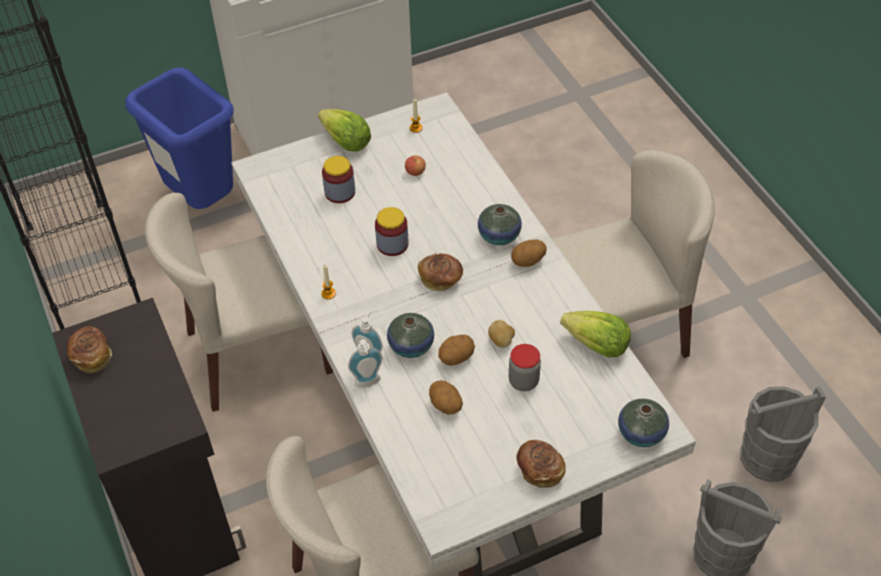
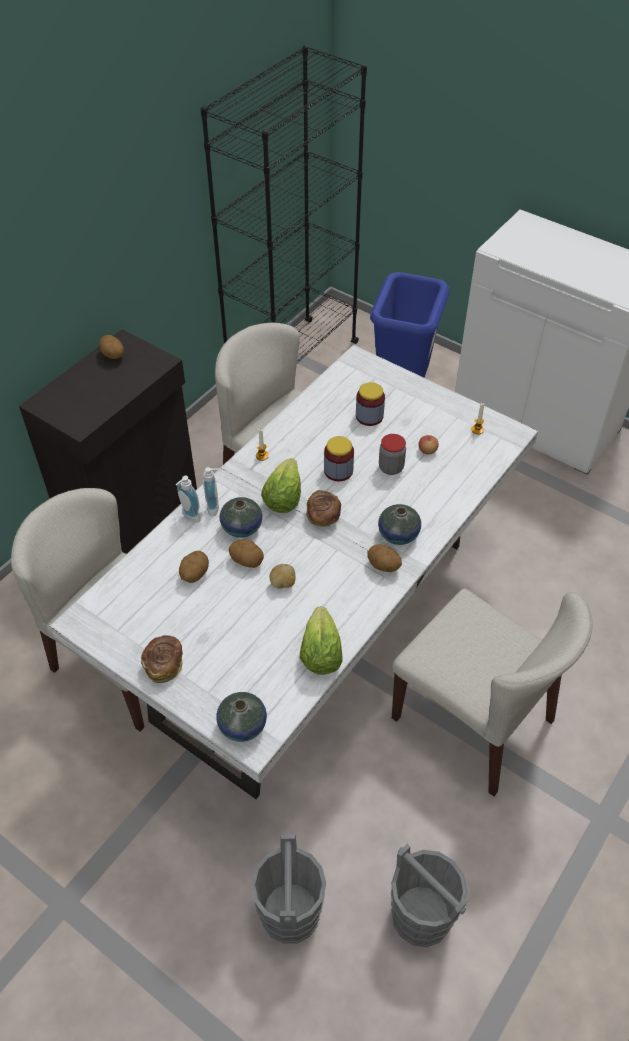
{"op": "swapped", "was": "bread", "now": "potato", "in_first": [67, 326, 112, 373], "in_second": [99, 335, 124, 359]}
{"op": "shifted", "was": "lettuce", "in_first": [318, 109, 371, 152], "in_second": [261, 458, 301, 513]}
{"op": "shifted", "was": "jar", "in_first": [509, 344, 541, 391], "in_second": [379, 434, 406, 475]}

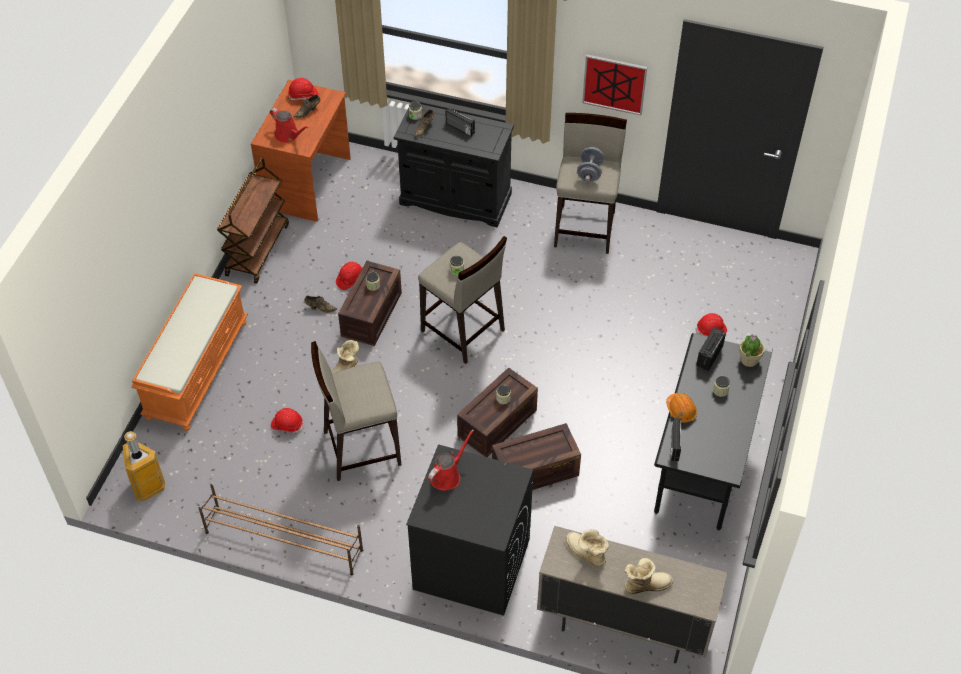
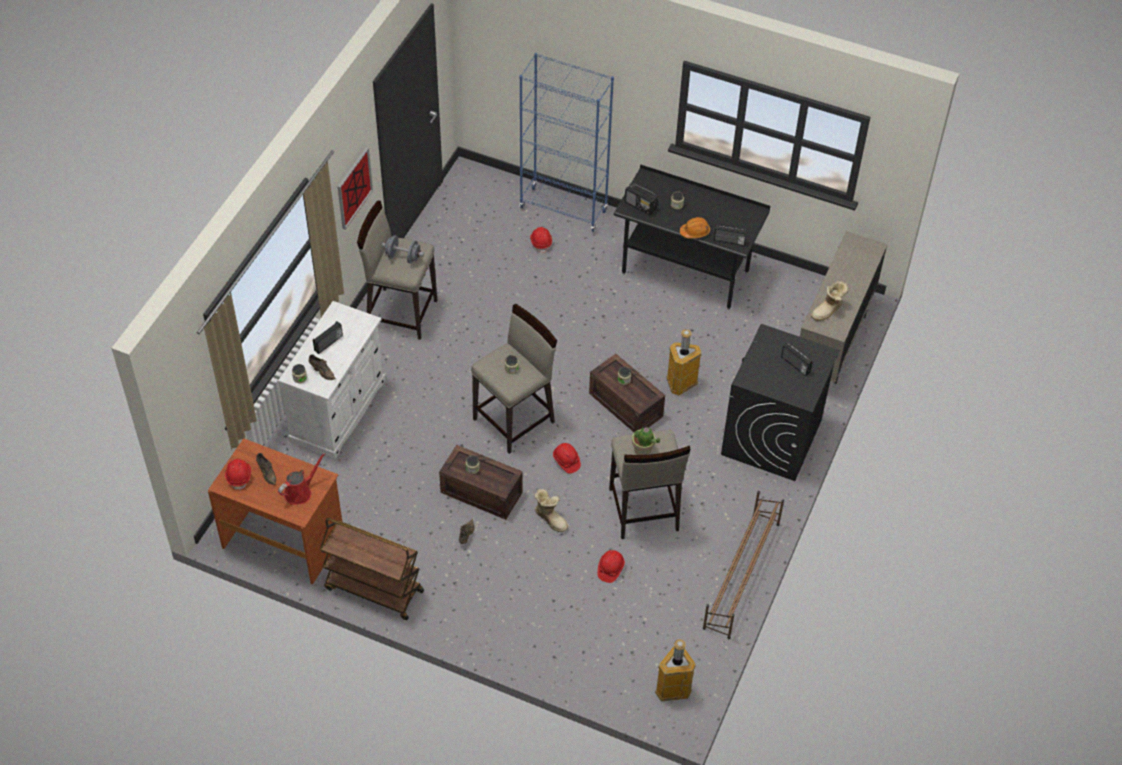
{"op": "repainted", "was": "cabinet/black", "now": "cabinet/white", "in_first": [394, 104, 514, 227], "in_second": [278, 301, 385, 459]}
{"op": "new", "now": "bookcase/blue", "in_second": [519, 53, 614, 232]}
{"op": "shifted", "was": "hard hat/red", "in_first": [336, 262, 362, 290], "in_second": [553, 443, 581, 474]}
{"op": "shifted", "was": "potted plant", "in_first": [739, 335, 765, 367], "in_second": [632, 427, 660, 455]}
{"op": "swapped", "was": "crate", "now": "trash can", "in_first": [492, 423, 581, 490], "in_second": [666, 329, 702, 395]}
{"op": "new", "now": "radio", "in_second": [781, 342, 813, 376]}
{"op": "gone", "was": "bench/orange", "in_first": [131, 273, 248, 431]}
{"op": "gone", "was": "watering can/red", "in_first": [428, 429, 474, 491]}
{"op": "gone", "was": "boot", "in_first": [624, 558, 673, 594]}

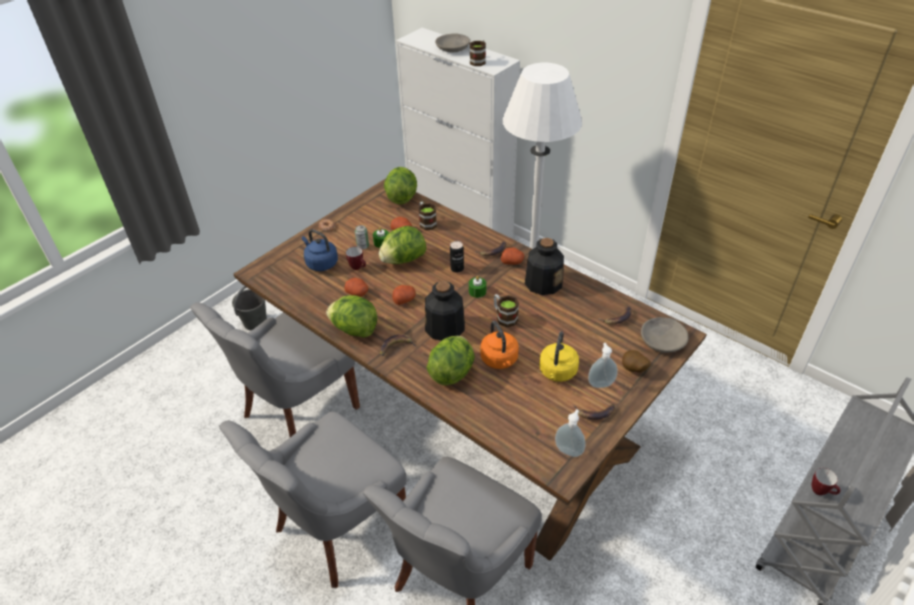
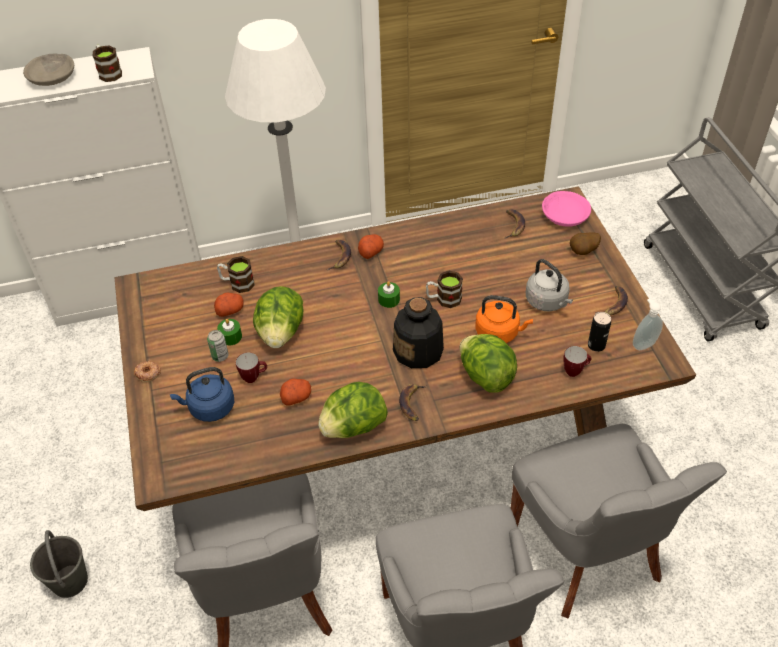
{"op": "repainted", "was": "kettle/yellow", "now": "kettle/grey", "in_first": [539, 331, 579, 382], "in_second": [526, 259, 573, 311]}
{"op": "repainted", "was": "bowl/grey", "now": "bowl/pink", "in_first": [641, 317, 688, 353], "in_second": [542, 191, 591, 227]}
{"op": "shifted", "was": "mug", "in_first": [812, 468, 840, 495], "in_second": [563, 346, 591, 377]}
{"op": "shifted", "was": "can", "in_first": [450, 241, 464, 273], "in_second": [588, 312, 611, 352]}
{"op": "gone", "was": "lettuce", "in_first": [384, 167, 417, 205]}
{"op": "gone", "was": "potato", "in_first": [392, 285, 416, 305]}
{"op": "gone", "was": "bottle", "in_first": [525, 238, 564, 295]}
{"op": "gone", "was": "soap dispenser", "in_first": [588, 343, 618, 388]}

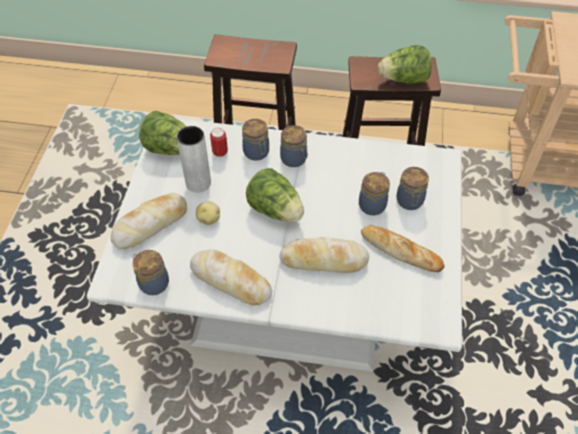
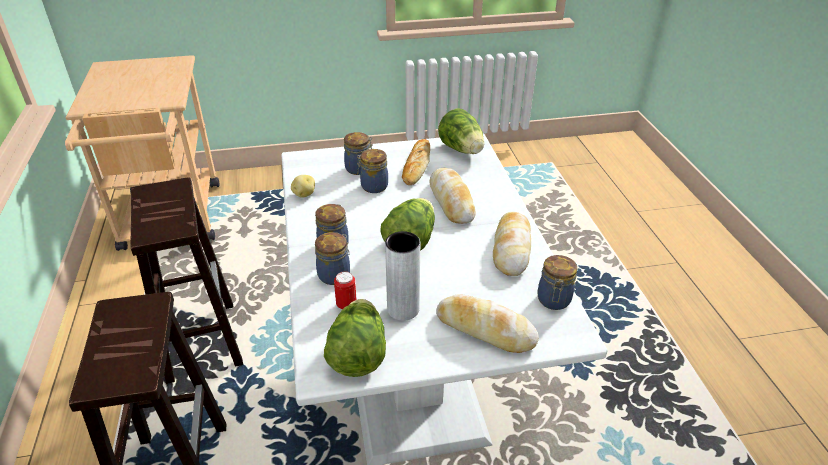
{"op": "shifted", "was": "potato", "in_first": [196, 201, 220, 225], "in_second": [291, 175, 315, 198]}
{"op": "shifted", "was": "lettuce", "in_first": [378, 45, 432, 84], "in_second": [438, 108, 484, 154]}

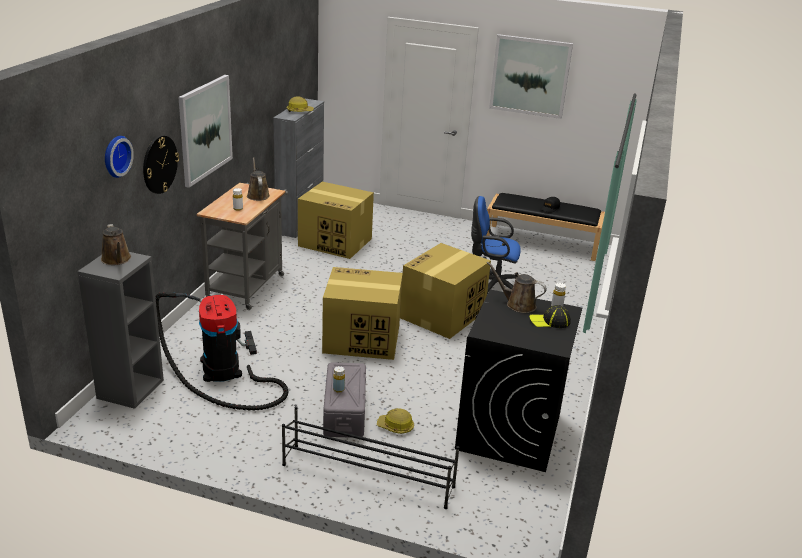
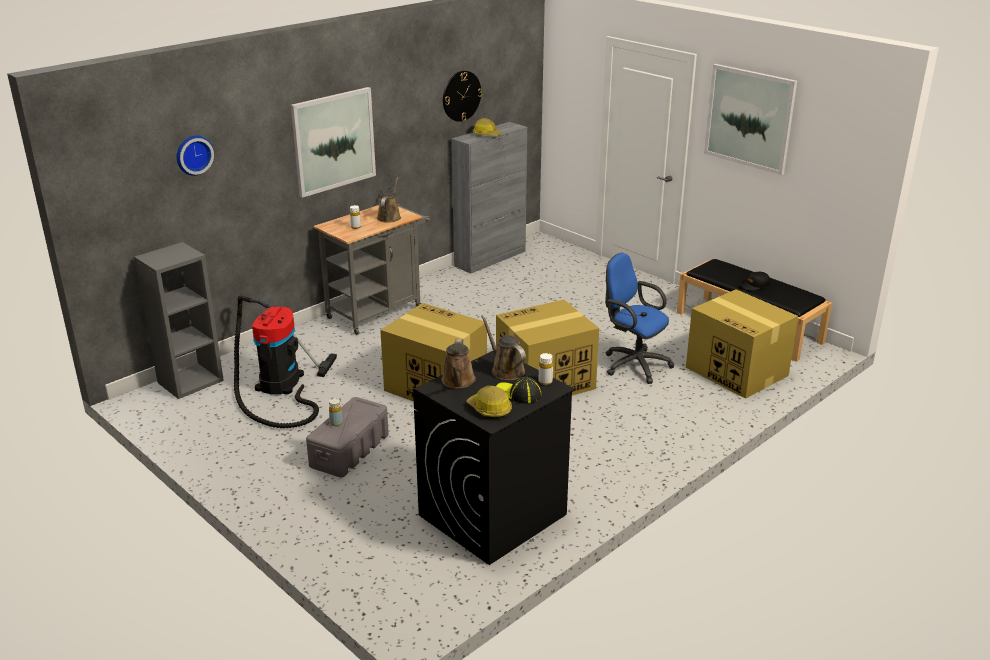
{"op": "shifted", "was": "watering can/brown", "in_first": [101, 224, 131, 265], "in_second": [441, 339, 476, 389]}
{"op": "shifted", "was": "wall clock", "in_first": [143, 135, 179, 194], "in_second": [443, 71, 482, 122]}
{"op": "shifted", "was": "hard hat", "in_first": [377, 408, 414, 434], "in_second": [467, 386, 512, 418]}
{"op": "shifted", "was": "cardboard box", "in_first": [298, 182, 374, 259], "in_second": [686, 289, 798, 399]}
{"op": "gone", "was": "shoe rack/black", "in_first": [282, 406, 459, 509]}

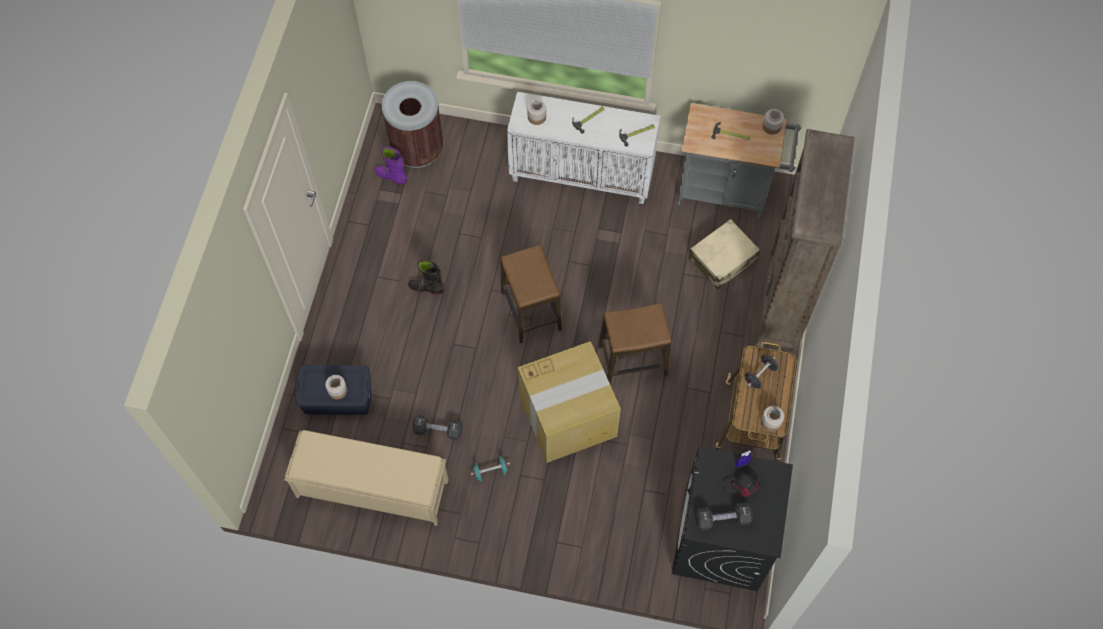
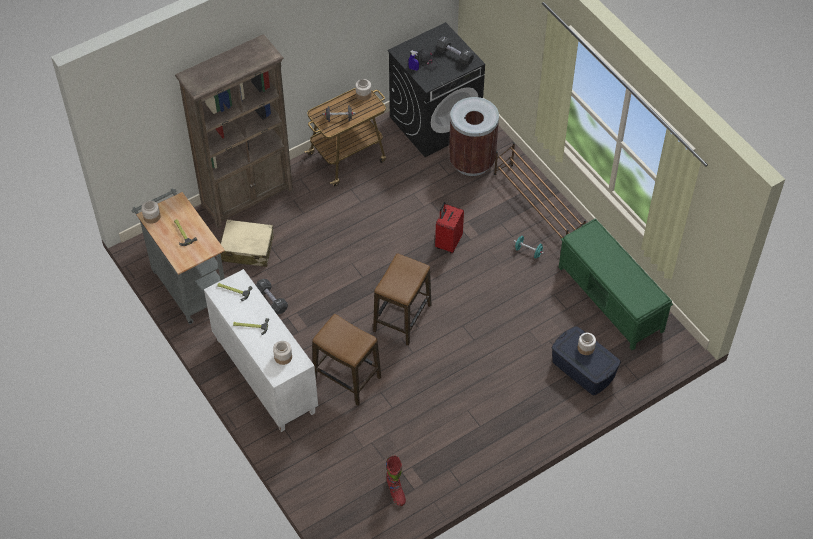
{"op": "shifted", "was": "dumbbell/black", "in_first": [413, 415, 462, 440], "in_second": [256, 279, 288, 314]}
{"op": "shifted", "was": "stool", "in_first": [598, 303, 672, 384], "in_second": [312, 314, 381, 405]}
{"op": "repainted", "was": "boot/purple", "now": "boot/red", "in_first": [375, 146, 407, 185], "in_second": [386, 456, 406, 506]}
{"op": "swapped", "was": "cardboard box", "now": "suitcase/red", "in_first": [518, 341, 621, 463], "in_second": [435, 202, 464, 254]}
{"op": "shifted", "was": "trash can/brown", "in_first": [382, 81, 443, 168], "in_second": [449, 97, 499, 176]}
{"op": "new", "now": "shoe rack/brown", "in_second": [494, 142, 586, 238]}
{"op": "repainted", "was": "bench/beige", "now": "bench/green", "in_first": [284, 430, 448, 526], "in_second": [559, 218, 673, 350]}
{"op": "gone", "was": "boot/black", "in_first": [408, 260, 445, 295]}

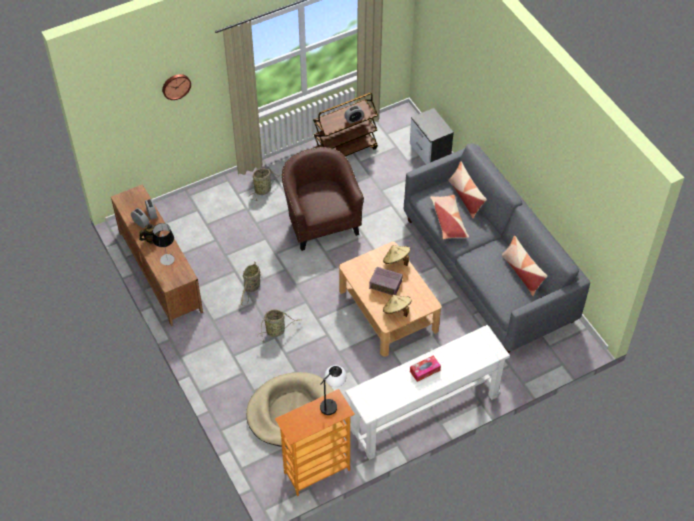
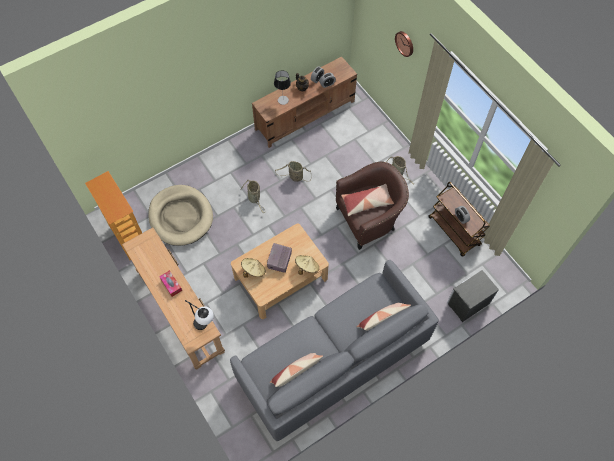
{"op": "repainted", "was": "console table/white", "now": "console table/brown", "in_first": [345, 325, 510, 460], "in_second": [122, 228, 225, 370]}
{"op": "shifted", "was": "table lamp", "in_first": [320, 365, 347, 415], "in_second": [185, 300, 214, 330]}
{"op": "shifted", "was": "pillow", "in_first": [430, 195, 469, 239], "in_second": [341, 184, 394, 216]}

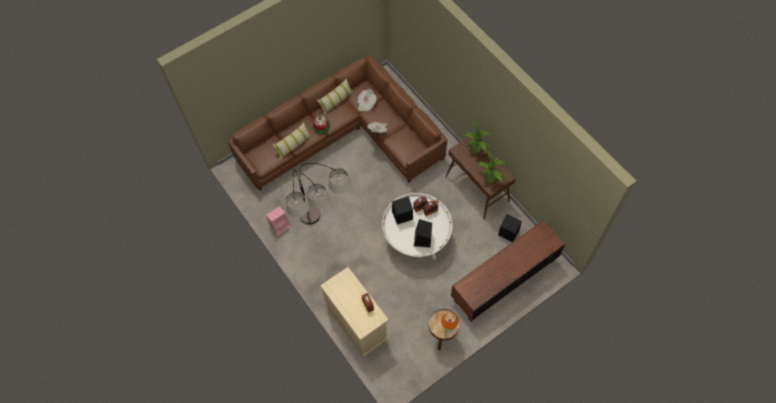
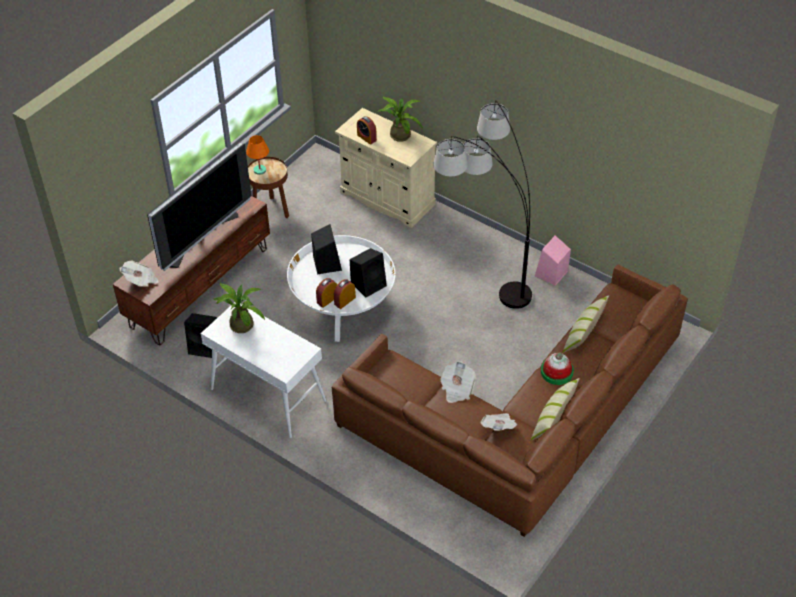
{"op": "new", "now": "newspaper", "in_second": [119, 261, 159, 287]}
{"op": "new", "now": "television", "in_second": [147, 141, 251, 271]}
{"op": "repainted", "was": "console table/brown", "now": "console table/white", "in_first": [446, 137, 516, 219], "in_second": [201, 302, 326, 438]}
{"op": "shifted", "was": "potted plant", "in_first": [464, 121, 492, 154], "in_second": [378, 97, 423, 142]}

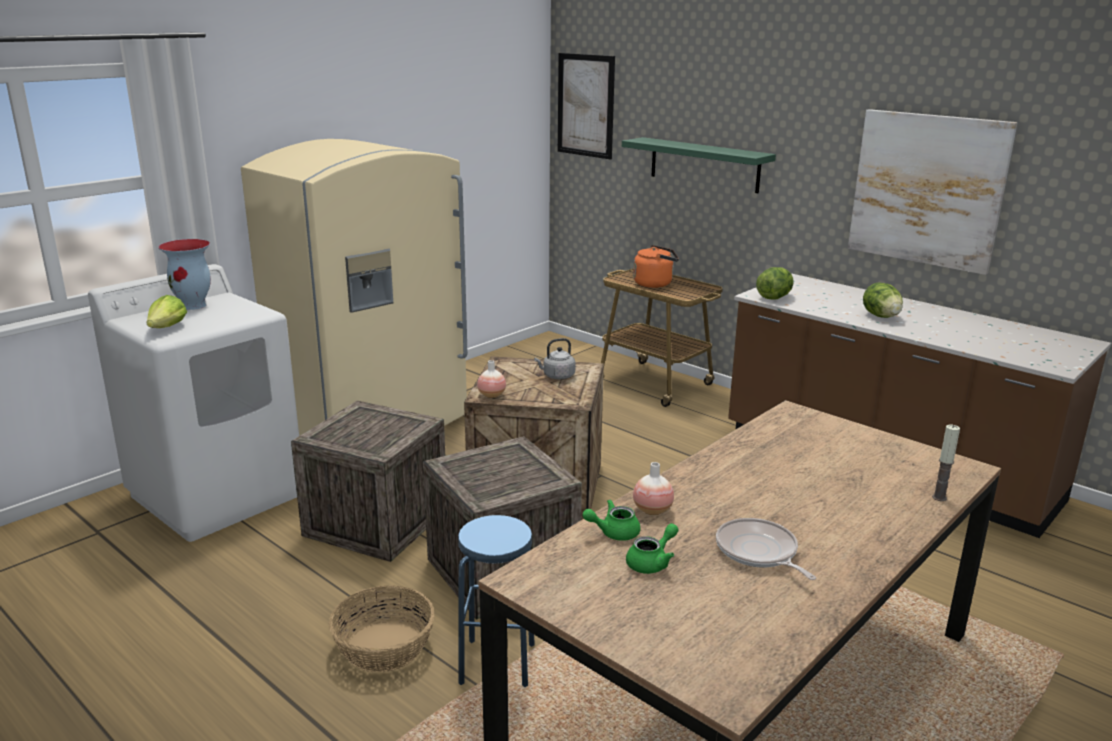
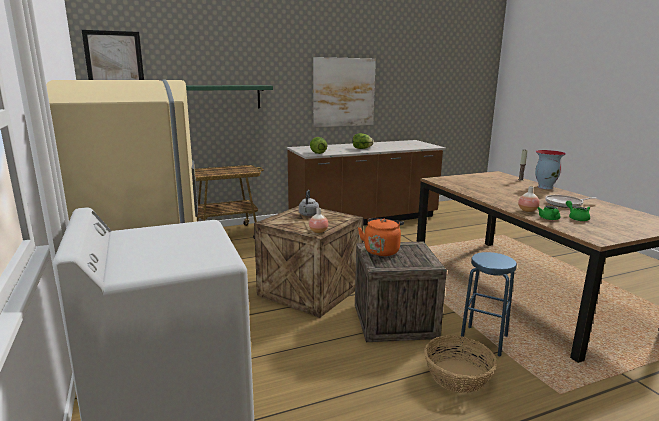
{"op": "shifted", "was": "kettle/orange", "in_first": [633, 245, 679, 288], "in_second": [358, 218, 404, 256]}
{"op": "shifted", "was": "vase", "in_first": [158, 239, 211, 310], "in_second": [535, 150, 566, 189]}
{"op": "gone", "was": "lettuce", "in_first": [146, 295, 187, 328]}
{"op": "gone", "was": "crate", "in_first": [291, 401, 445, 562]}

